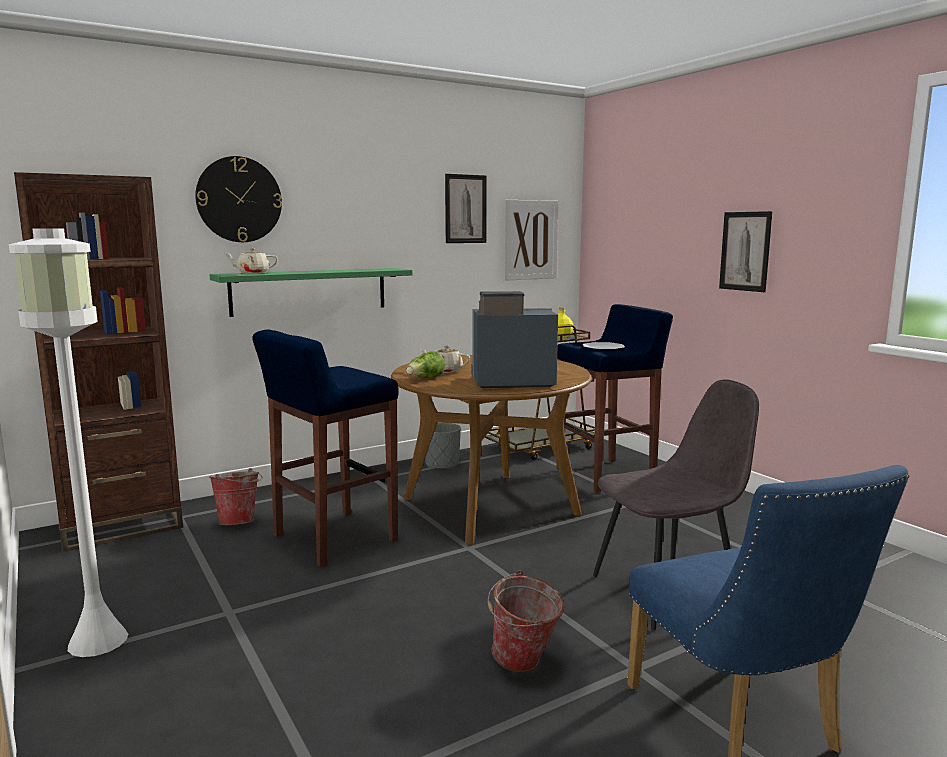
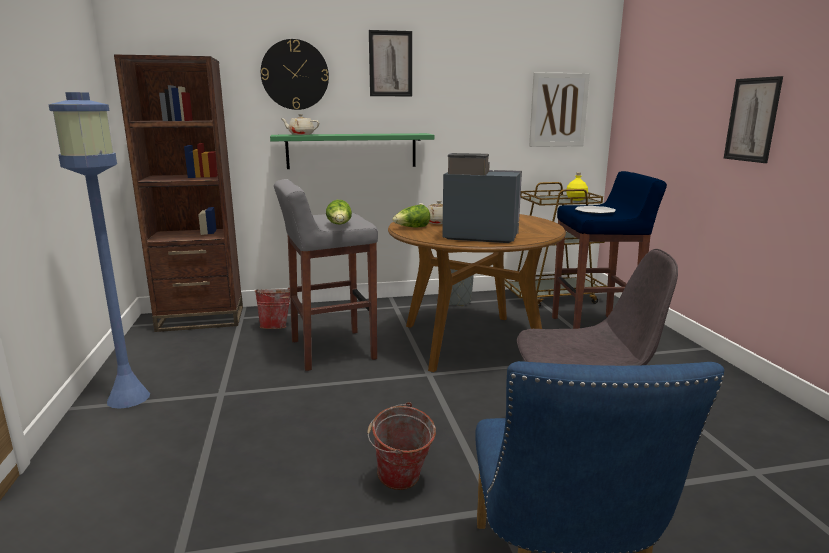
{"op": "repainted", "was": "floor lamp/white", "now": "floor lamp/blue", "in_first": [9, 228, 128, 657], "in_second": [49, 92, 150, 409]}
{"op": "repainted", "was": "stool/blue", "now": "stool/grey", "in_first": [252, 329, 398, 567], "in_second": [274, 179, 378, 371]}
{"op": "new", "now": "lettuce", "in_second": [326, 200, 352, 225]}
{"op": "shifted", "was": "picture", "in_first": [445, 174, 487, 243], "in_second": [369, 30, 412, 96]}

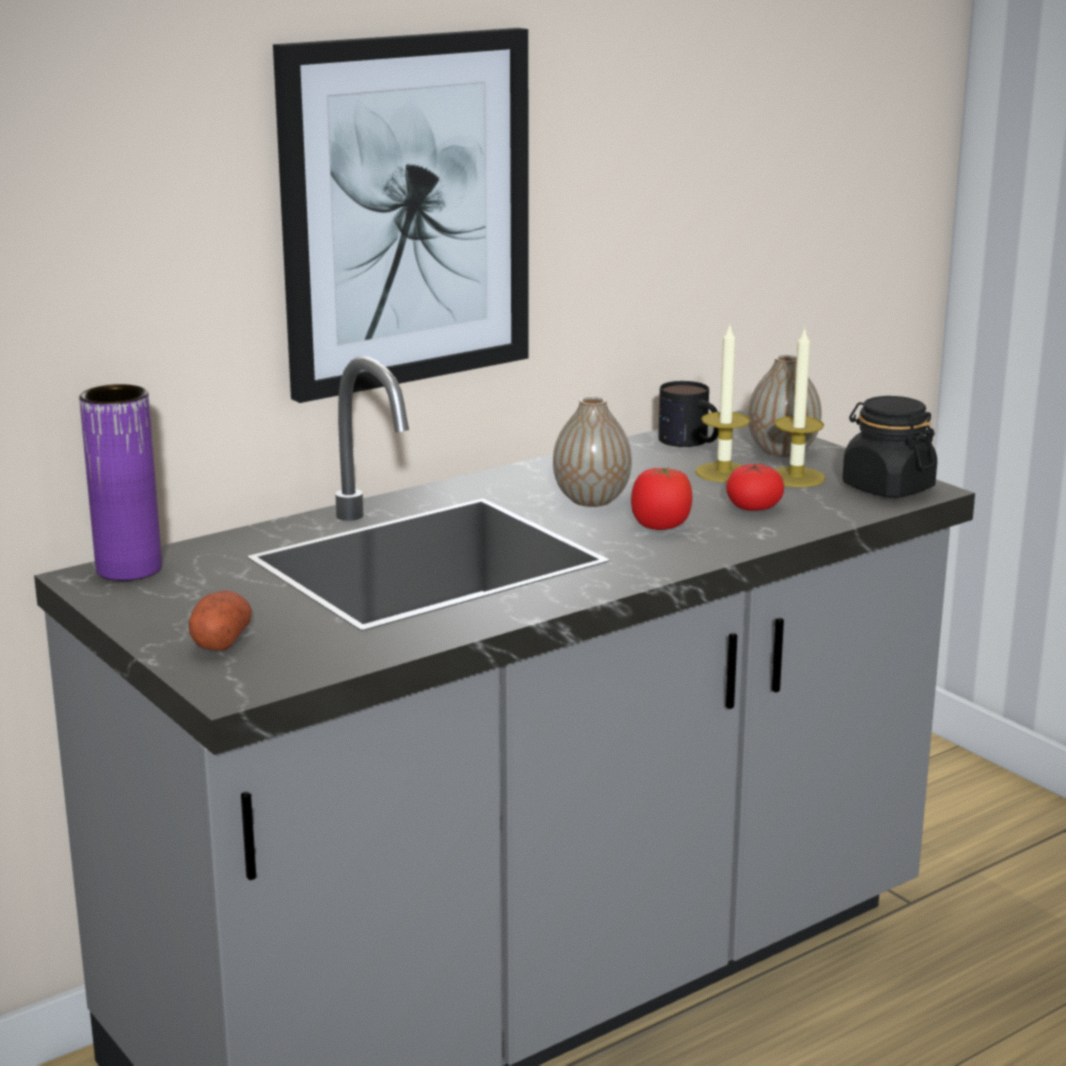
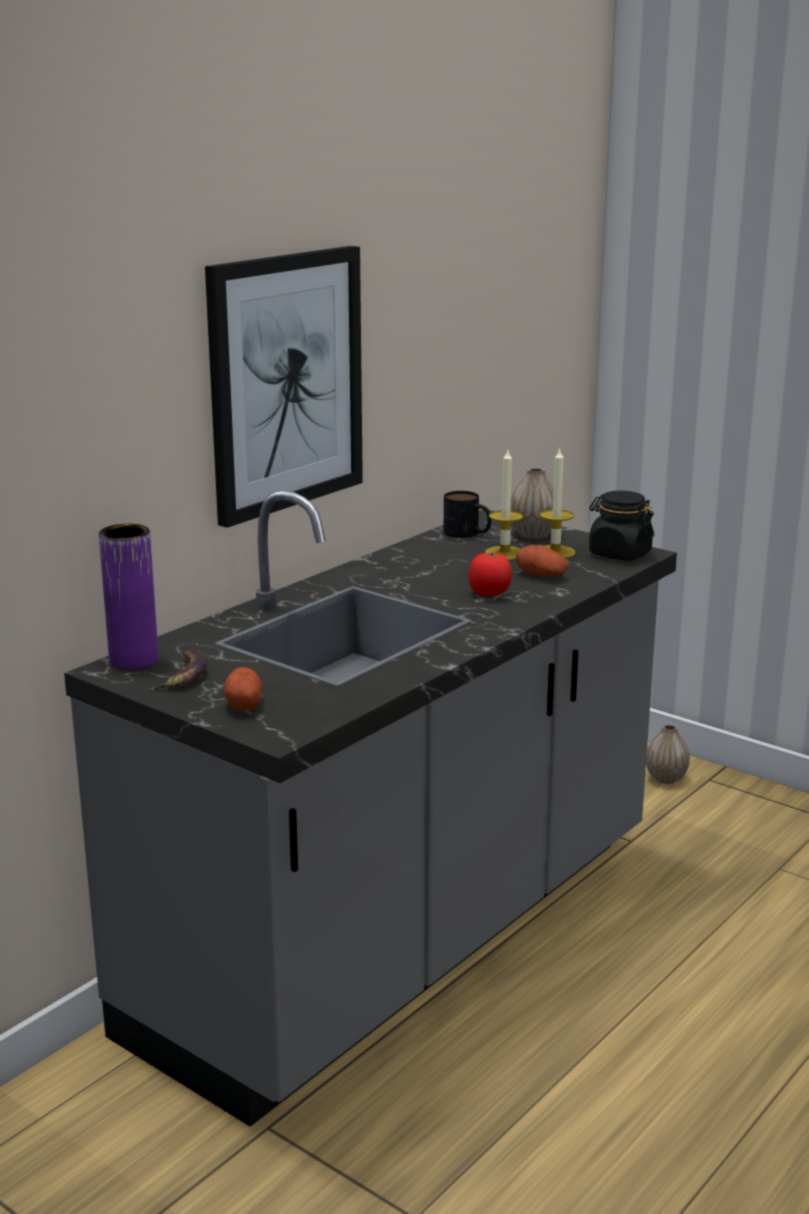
{"op": "new", "now": "banana", "in_second": [149, 649, 208, 690]}
{"op": "swapped", "was": "tomato", "now": "potato", "in_first": [726, 464, 784, 511], "in_second": [516, 545, 569, 577]}
{"op": "shifted", "was": "vase", "in_first": [553, 397, 632, 507], "in_second": [646, 724, 690, 784]}

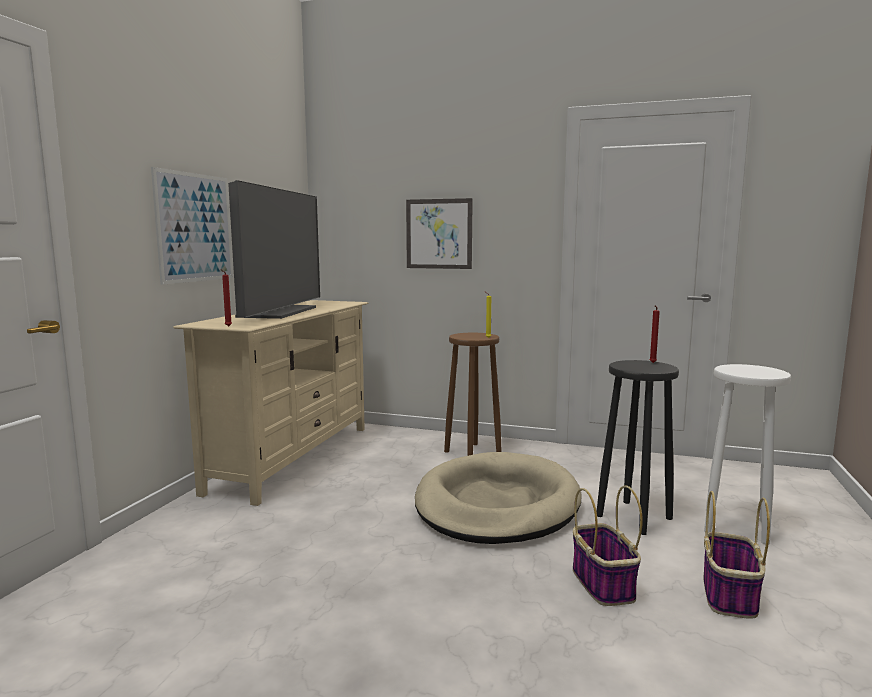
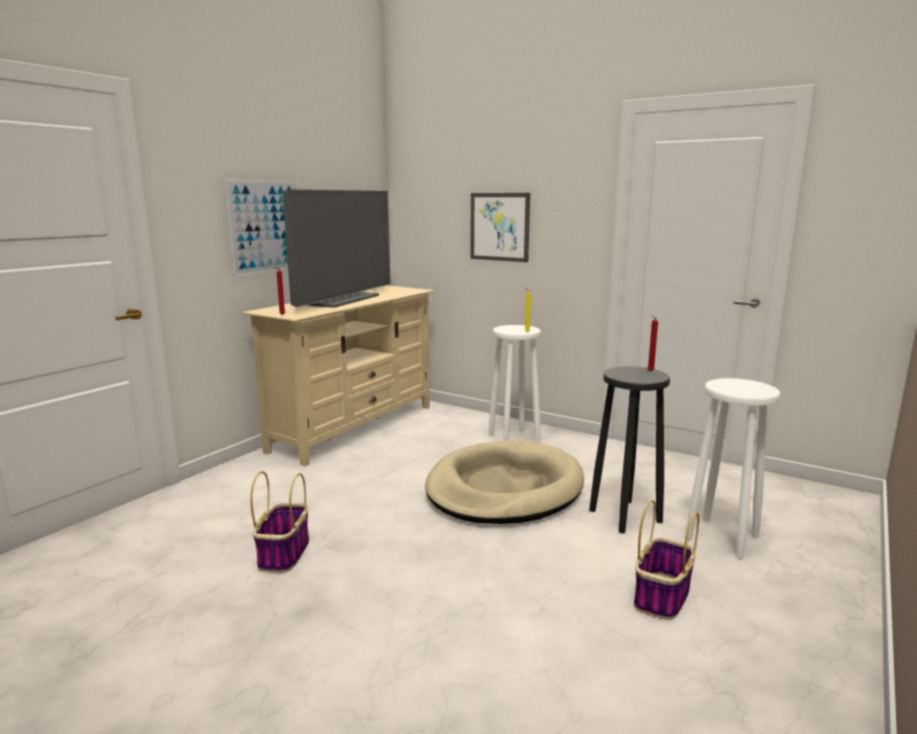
{"op": "shifted", "was": "basket", "in_first": [573, 485, 643, 606], "in_second": [250, 471, 309, 572]}
{"op": "repainted", "was": "stool/brown", "now": "stool/white", "in_first": [444, 333, 502, 456], "in_second": [488, 325, 541, 443]}

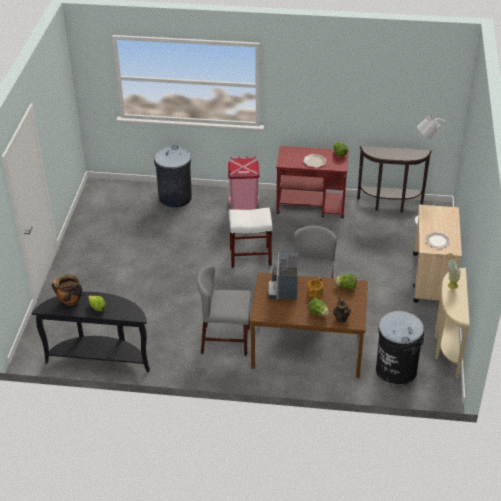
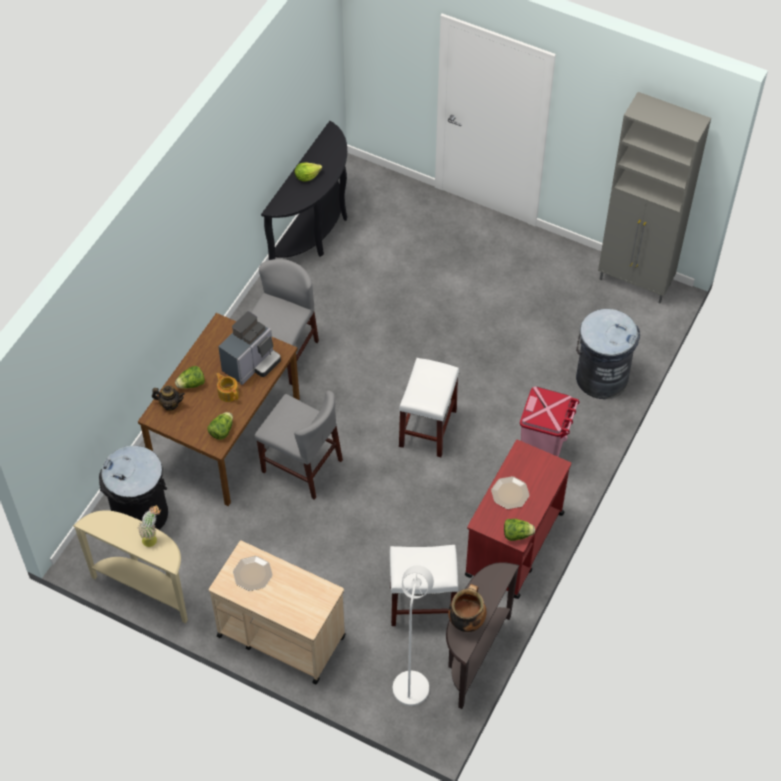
{"op": "rotated", "was": "coffee machine", "in_first": [268, 251, 298, 300], "in_second": [218, 311, 281, 385], "clockwise": 105}
{"op": "new", "now": "stool/white", "in_second": [390, 545, 458, 626]}
{"op": "shifted", "was": "cooking pot", "in_first": [52, 274, 82, 305], "in_second": [448, 584, 487, 632]}
{"op": "new", "now": "cabinet/grey", "in_second": [598, 92, 711, 304]}

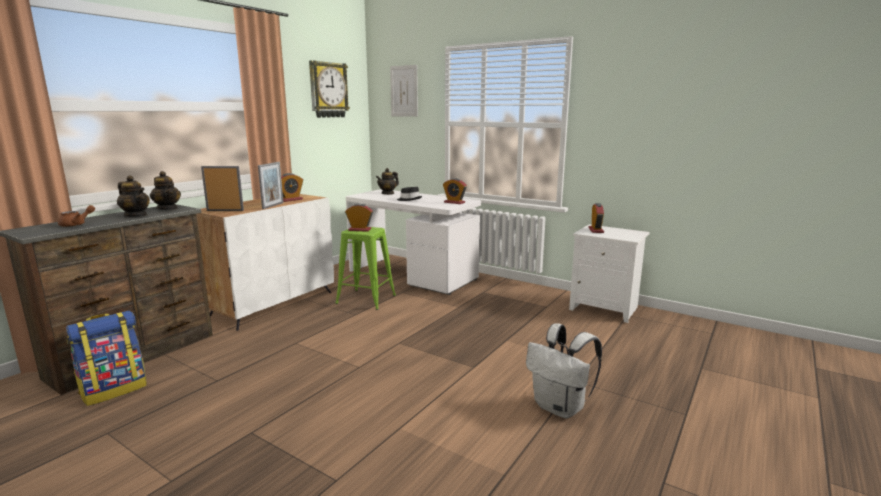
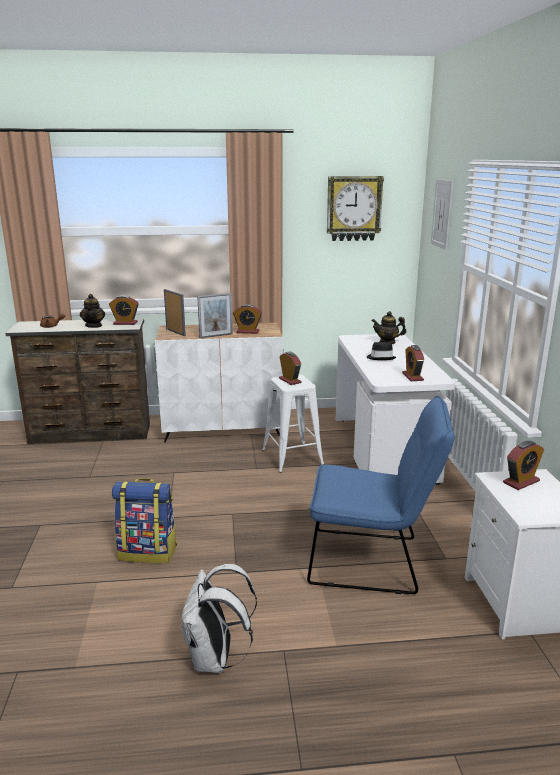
{"op": "swapped", "was": "teapot", "now": "alarm clock", "in_first": [150, 171, 181, 210], "in_second": [109, 295, 139, 325]}
{"op": "shifted", "was": "backpack", "in_first": [66, 311, 147, 406], "in_second": [112, 478, 177, 563]}
{"op": "repainted", "was": "stool/green", "now": "stool/white", "in_first": [335, 227, 396, 310], "in_second": [262, 375, 324, 473]}
{"op": "new", "now": "chair/blue", "in_second": [307, 396, 454, 594]}

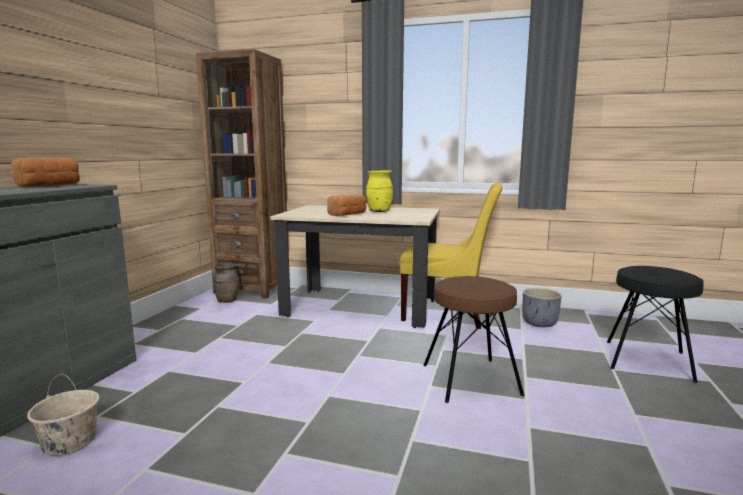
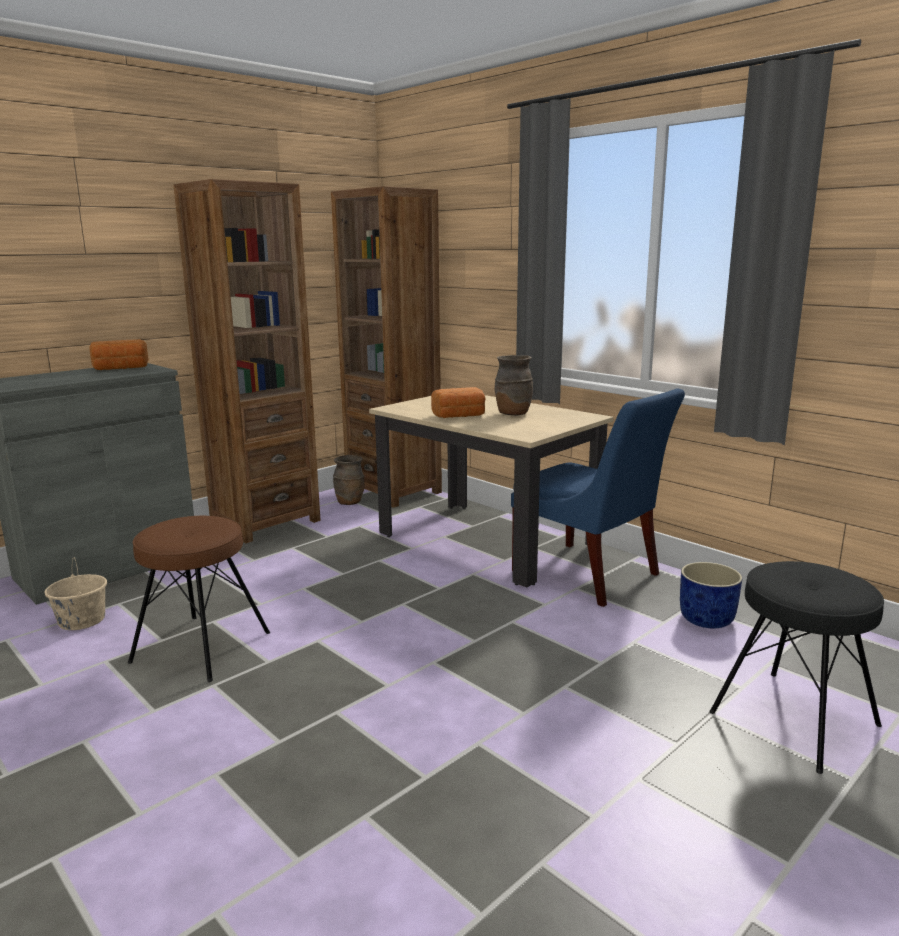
{"op": "shifted", "was": "stool/brown", "in_first": [423, 276, 524, 403], "in_second": [128, 516, 270, 682]}
{"op": "new", "now": "bookcase/brown", "in_second": [173, 179, 321, 543]}
{"op": "repainted", "was": "vase/yellow", "now": "vase/brown", "in_first": [366, 170, 393, 212], "in_second": [495, 355, 533, 415]}
{"op": "repainted", "was": "chair/yellow", "now": "chair/blue", "in_first": [400, 183, 503, 329], "in_second": [511, 389, 685, 607]}
{"op": "repainted", "was": "planter/grey", "now": "planter/blue", "in_first": [522, 288, 562, 327], "in_second": [680, 562, 742, 628]}

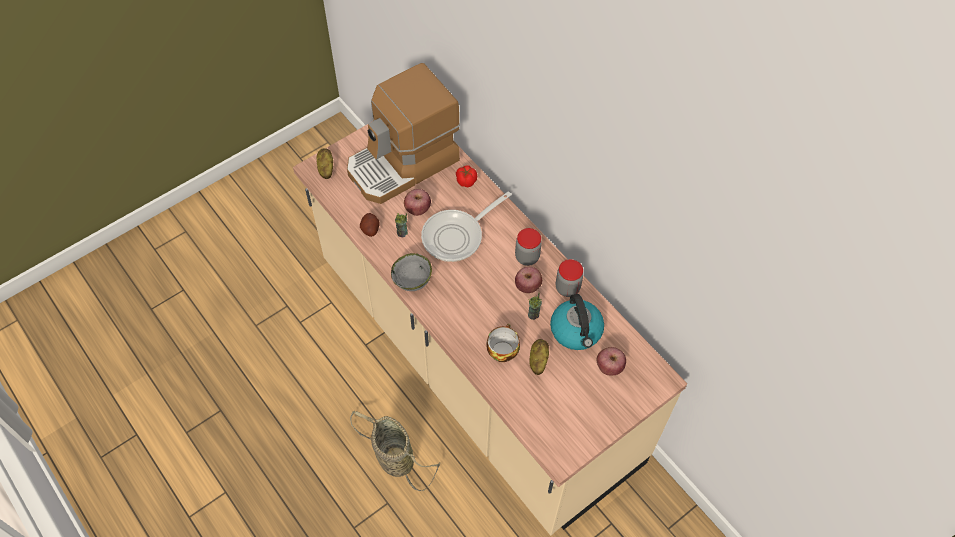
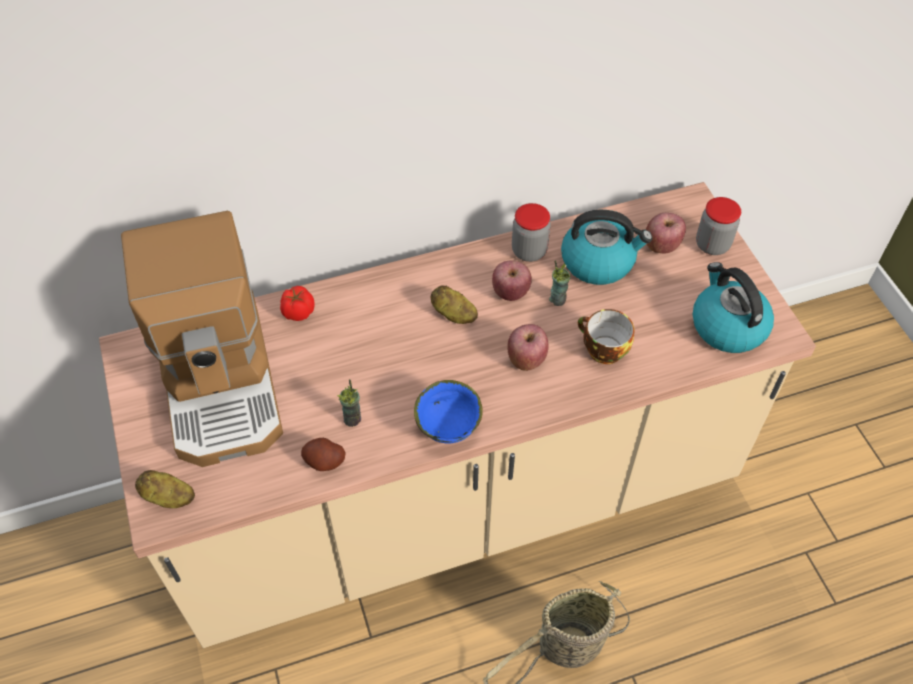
{"op": "repainted", "was": "bowl/grey", "now": "bowl/blue", "in_first": [391, 253, 432, 291], "in_second": [414, 380, 483, 444]}
{"op": "shifted", "was": "potato", "in_first": [529, 339, 549, 375], "in_second": [431, 285, 478, 324]}
{"op": "shifted", "was": "apple", "in_first": [404, 189, 431, 216], "in_second": [507, 324, 549, 371]}
{"op": "new", "now": "kettle", "in_second": [692, 262, 774, 353]}
{"op": "shifted", "was": "jar", "in_first": [515, 228, 542, 266], "in_second": [696, 197, 741, 255]}
{"op": "gone", "was": "frying pan", "in_first": [421, 192, 511, 262]}

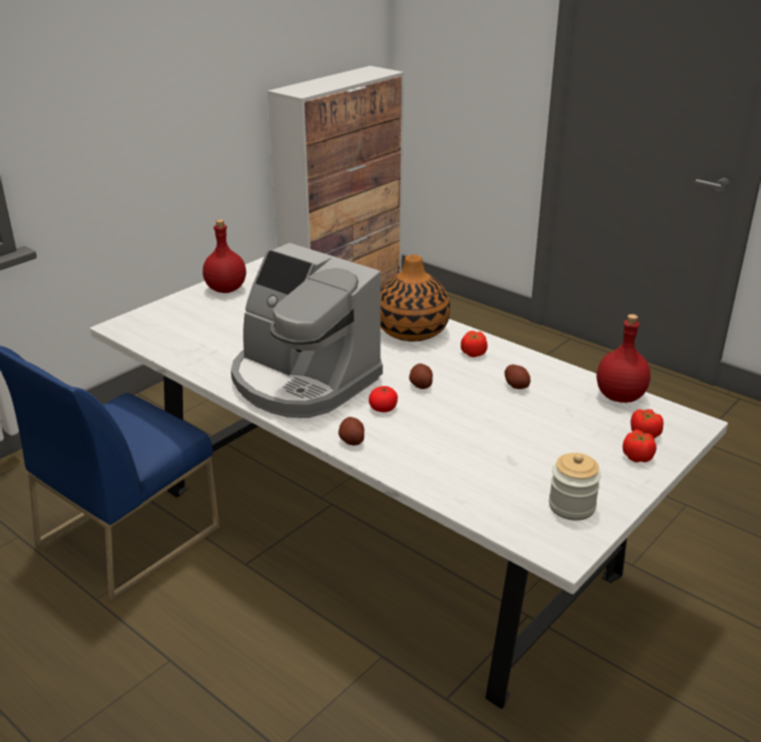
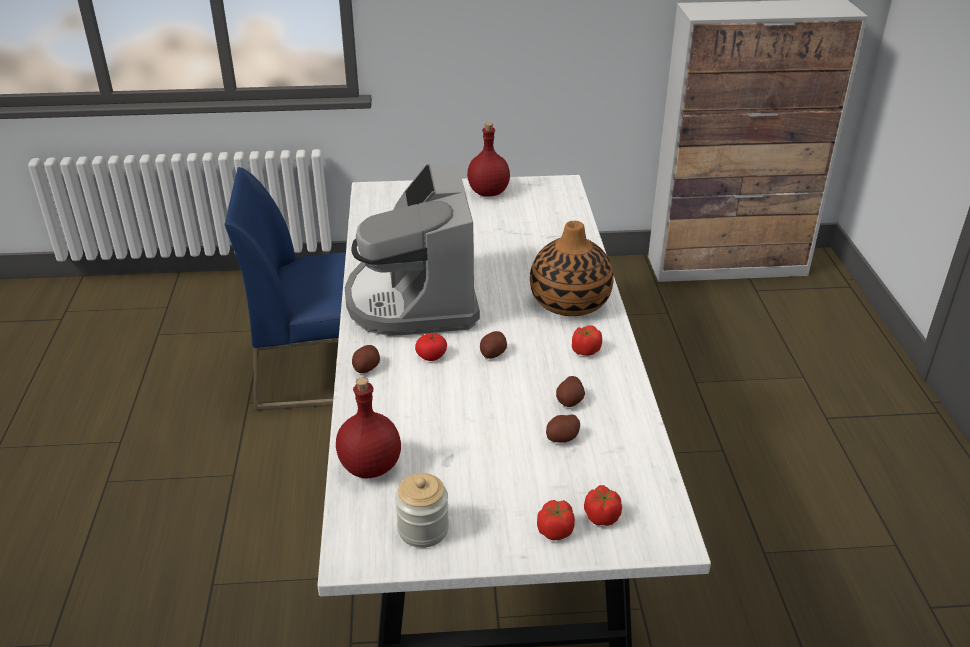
{"op": "shifted", "was": "bottle/red", "in_first": [597, 314, 651, 403], "in_second": [336, 377, 401, 479]}
{"op": "new", "now": "potato", "in_second": [546, 415, 580, 443]}

